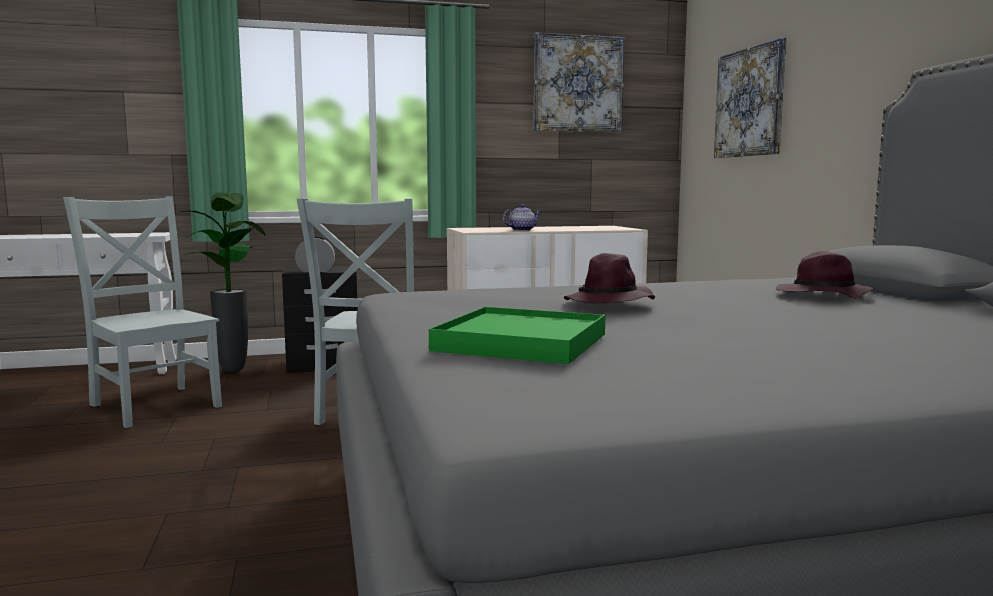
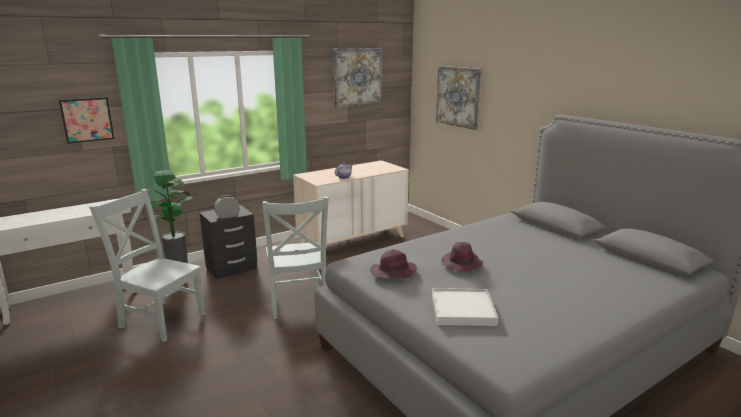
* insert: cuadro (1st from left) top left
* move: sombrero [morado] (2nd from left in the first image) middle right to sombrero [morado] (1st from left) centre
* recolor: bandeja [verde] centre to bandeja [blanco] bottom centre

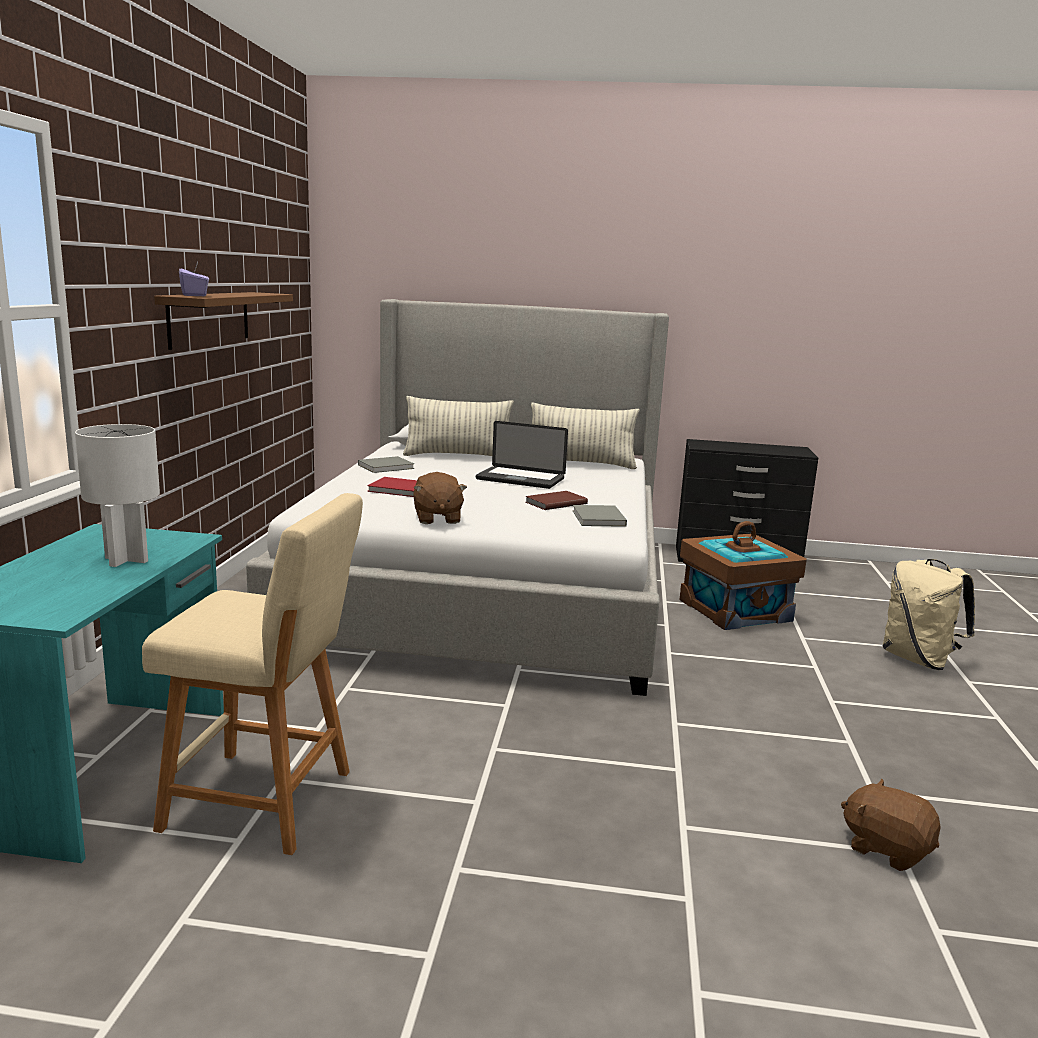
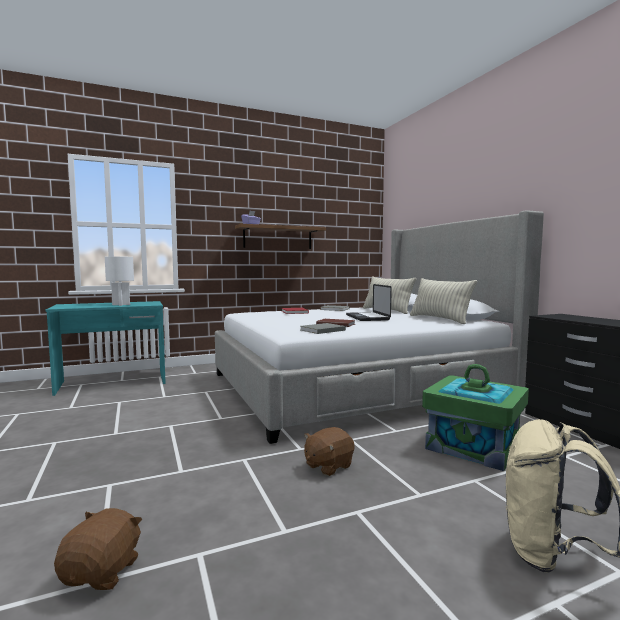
* move: peluche [marrón] (1st from left in the first image) centre to peluche [marrón] (2nd from left) bottom centre
* recolor: caja de almacenaje [marrón] middle right to caja de almacenaje [verde] bottom right
* delete: taburete [beis] middle left

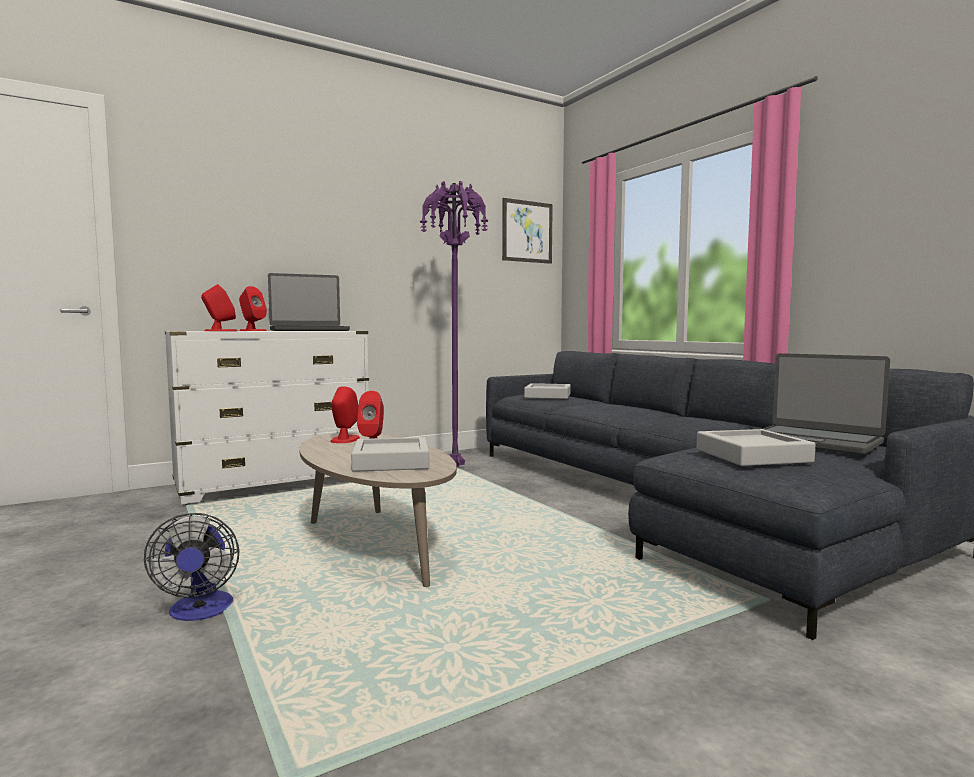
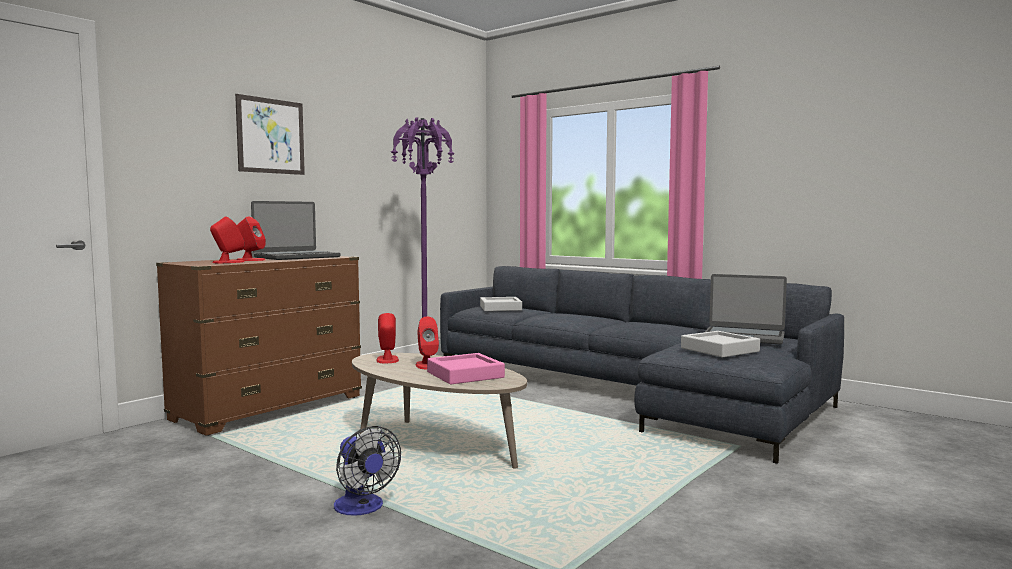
* recolor: cómoda [blanco] middle left to cómoda [marrón] middle left
* move: cuadro top centre to top left
* recolor: bandeja [gris] (1st from left) centre to bandeja [rosa] centre

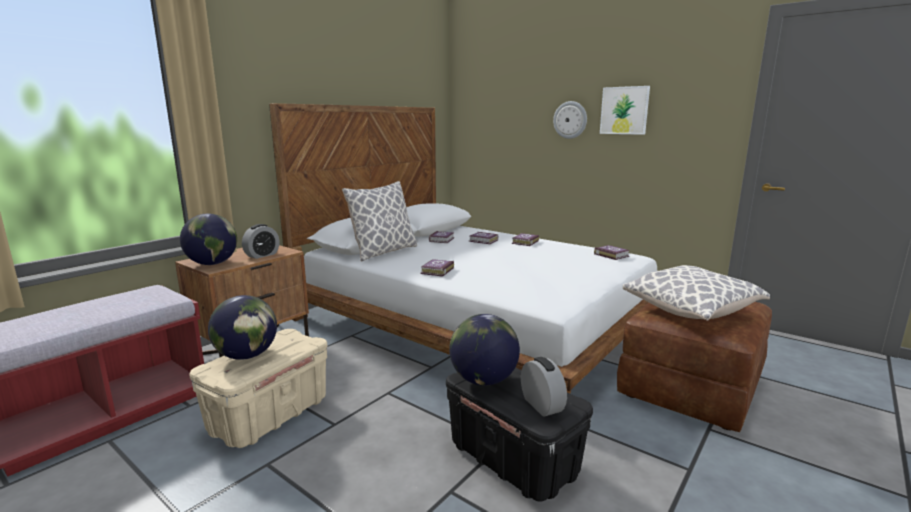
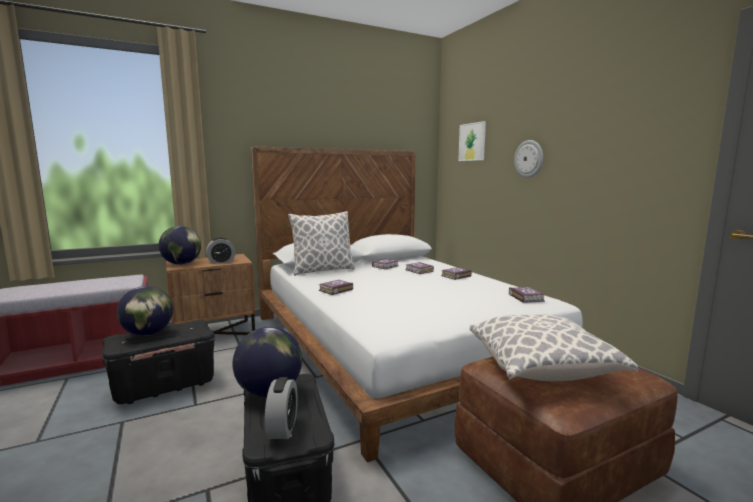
* recolor: caja de almacenaje [beis] bottom left to caja de almacenaje [negro] (1st from left) bottom left
* move: cuadro top right to top centre

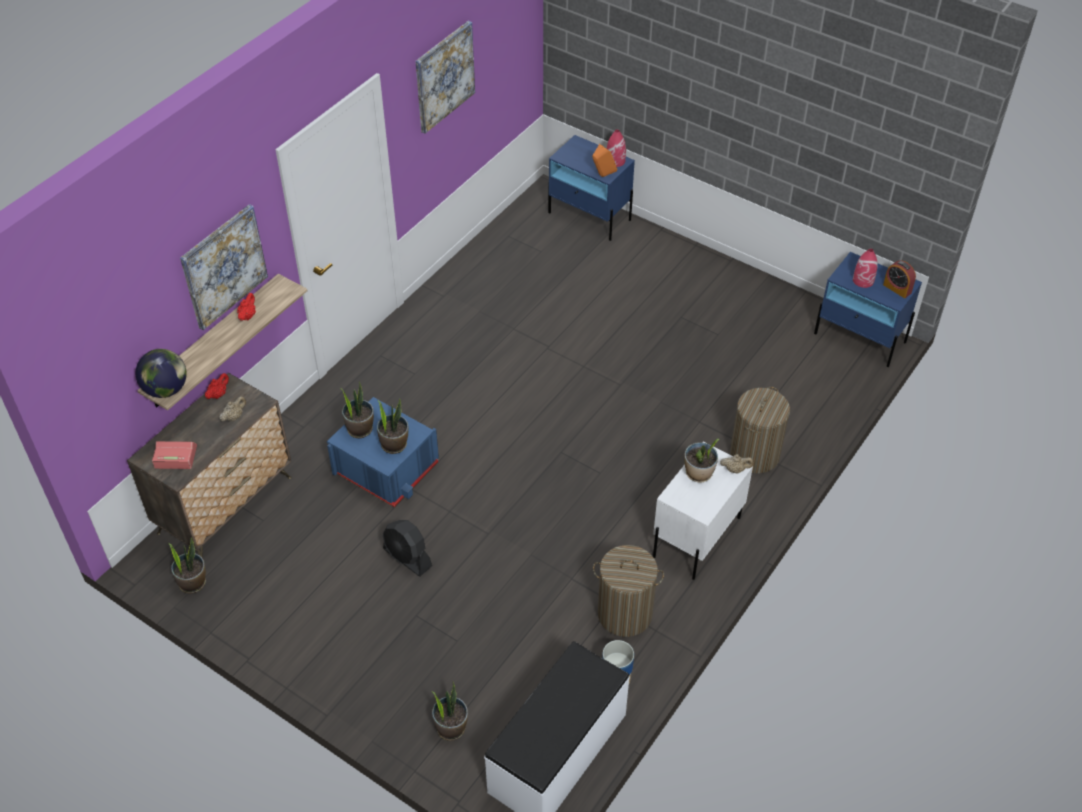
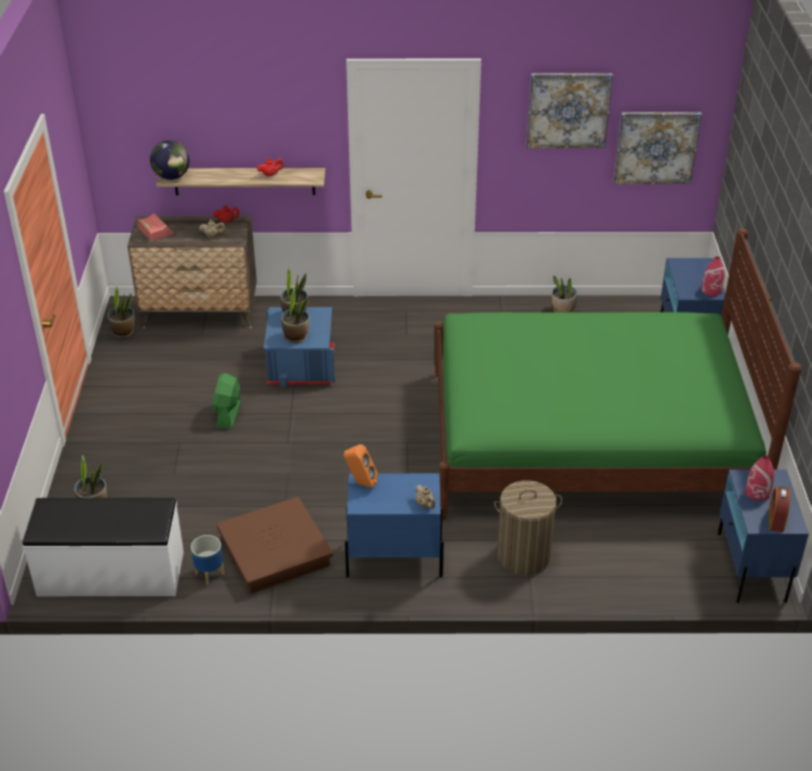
* recolor: ventilador [negro] bottom centre to ventilador [verde] middle left
* replace: cesto de la ropa (1st from left) bottom centre to caja de almacenaje [marrón] bottom centre
* move: altavoz [naranja] top centre to centre
* recolor: mesita de noche [blanco] centre to mesita de noche [azul] (1st from left) bottom centre
* insert: cama [verde] middle right
* move: planta en maceta (5th from left) centre to middle right
* move: cuadro (1st from left in the first image) top left to cuadro (2nd from left) top right

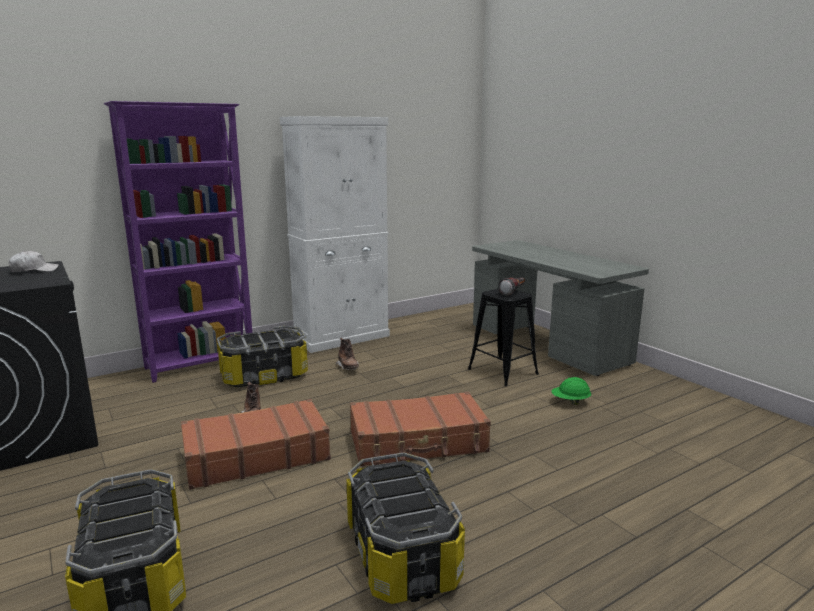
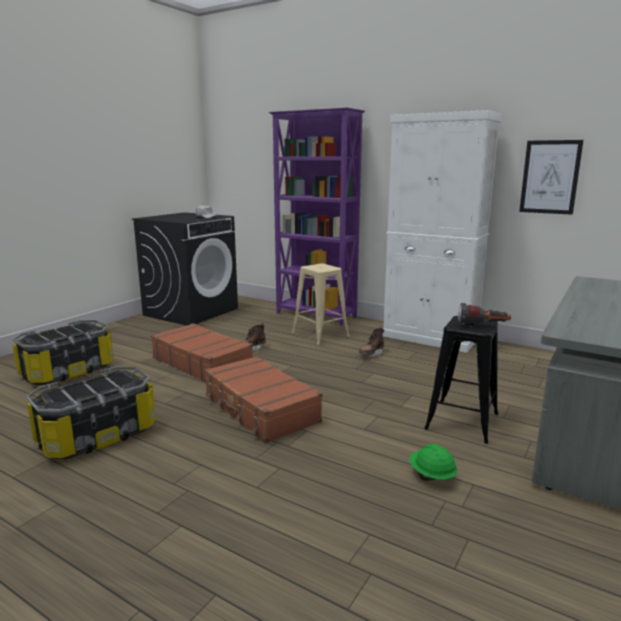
* replace: caja de almacenaje (2nd from left) middle left to taburete [beis] centre
* insert: cuadro top right

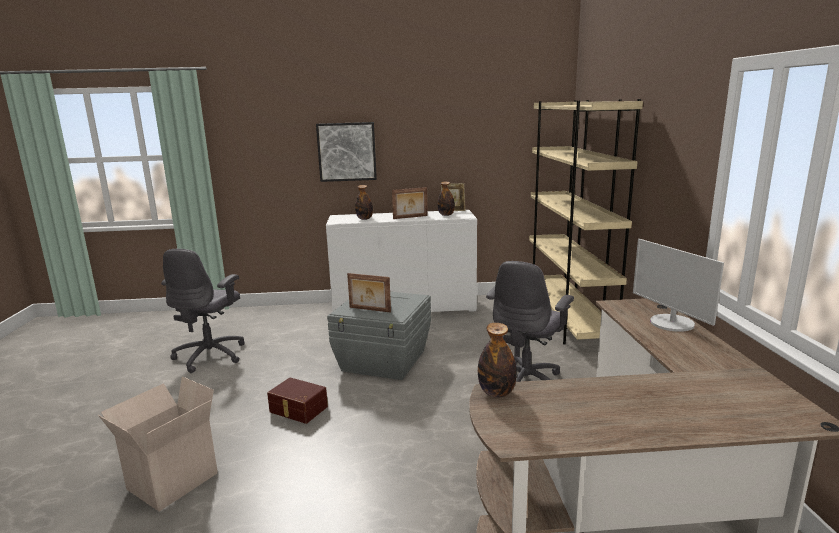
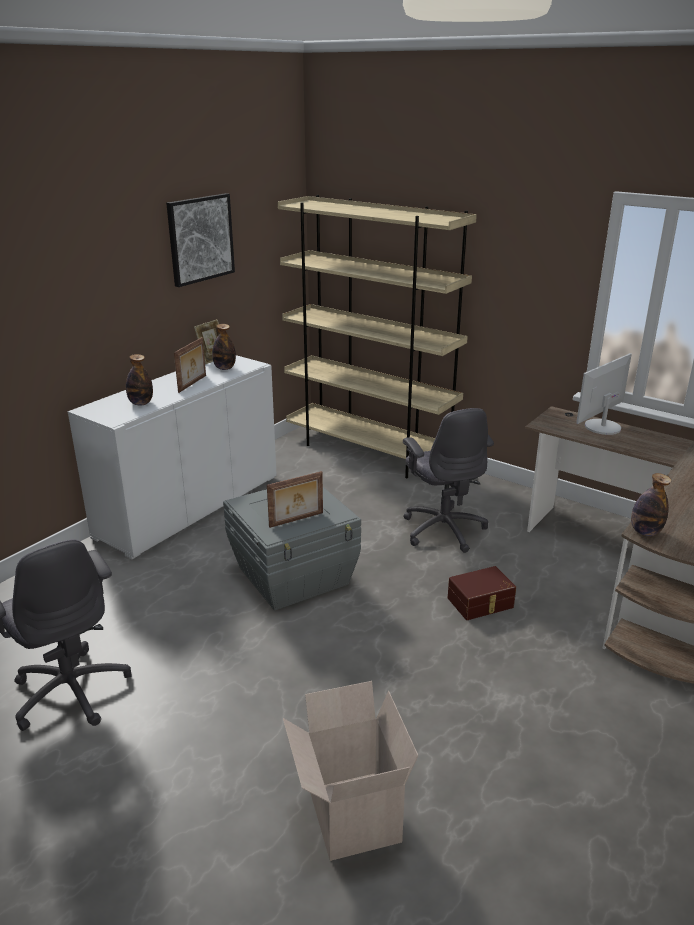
* move: cuadro top centre to top left
* move: caja de almacenaje [marrón] bottom centre to middle right
* rotate: monitor middle right = middle right 120 degrees clockwise

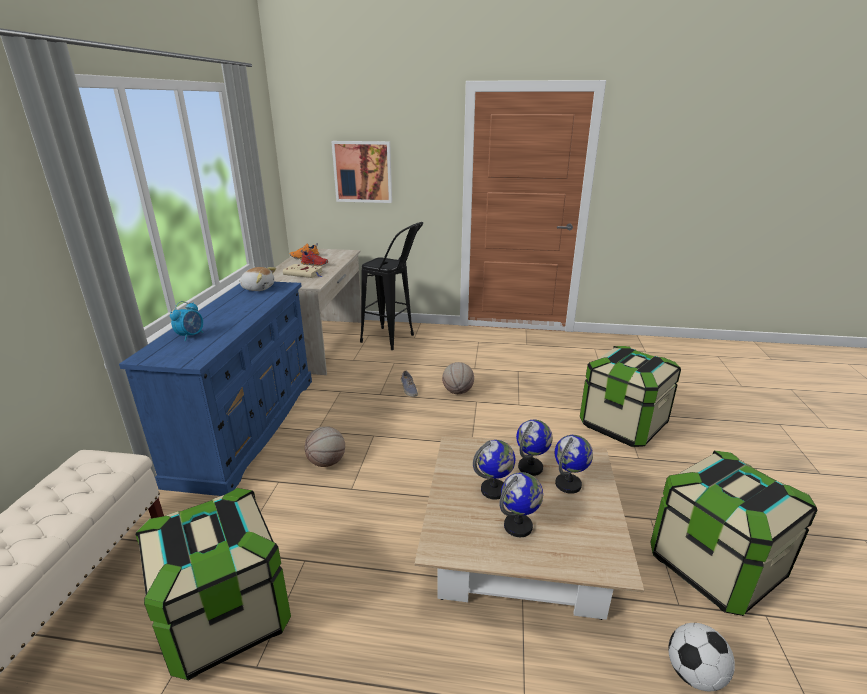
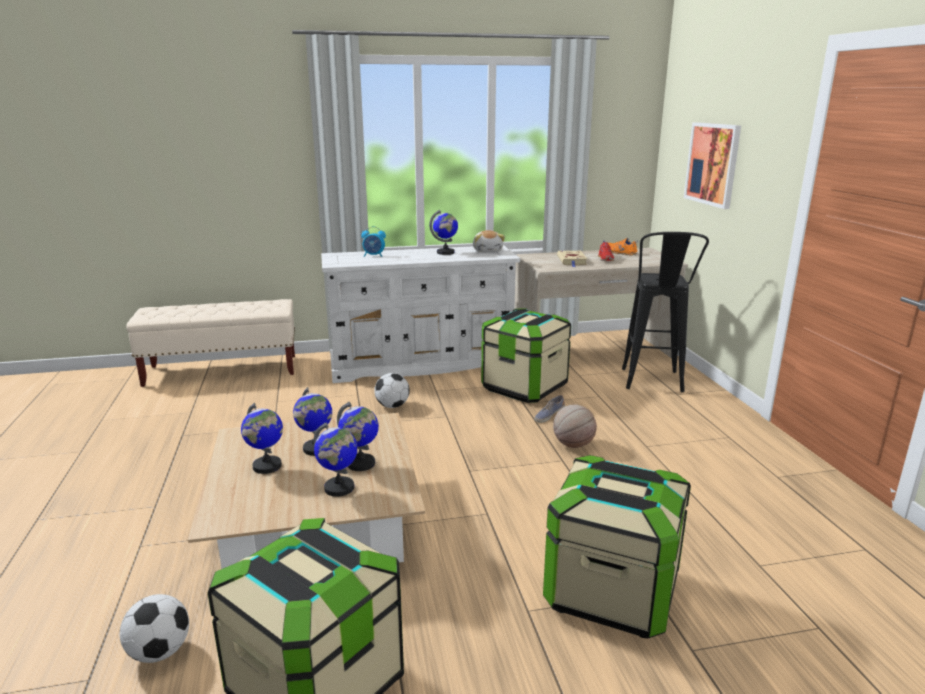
* recolor: cómoda [azul] middle left to cómoda [blanco] centre
* replace: balón de baloncesto (1st from left) centre to balón de fútbol (2nd from left) centre
* insert: globo terráqueo (5th from left) centre
* move: caja de almacenaje (1st from left in the first image) bottom left to caja de almacenaje (2nd from left) centre

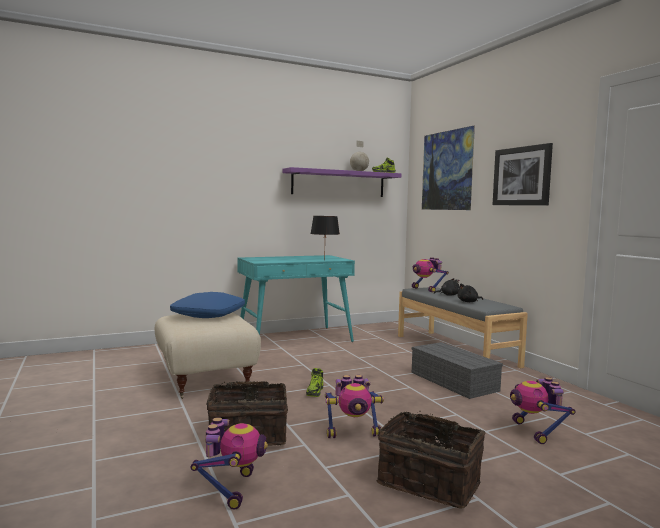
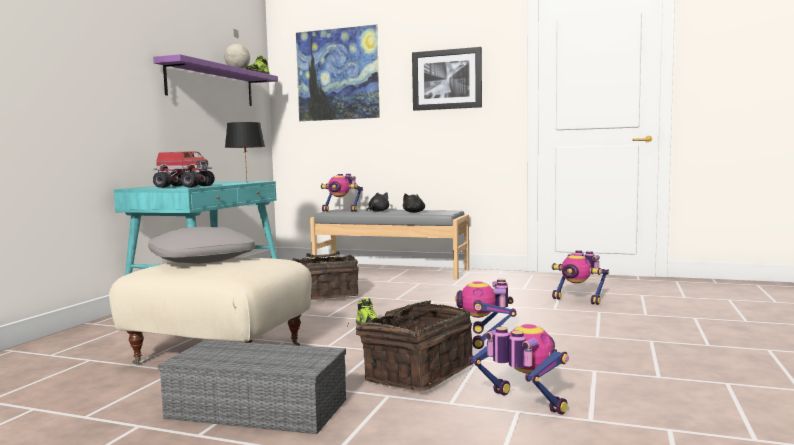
* recolor: cojín [azul] middle left to cojín [gris] middle left
* insert: camión de juguete middle left
* move: caja de almacenaje [gris] bottom right to bottom left
* move: cesta (2nd from left in the first image) bottom centre to cesta (1st from left) centre
* rotate: robot de juguete (2nd from left) bottom centre = bottom centre 150 degrees clockwise

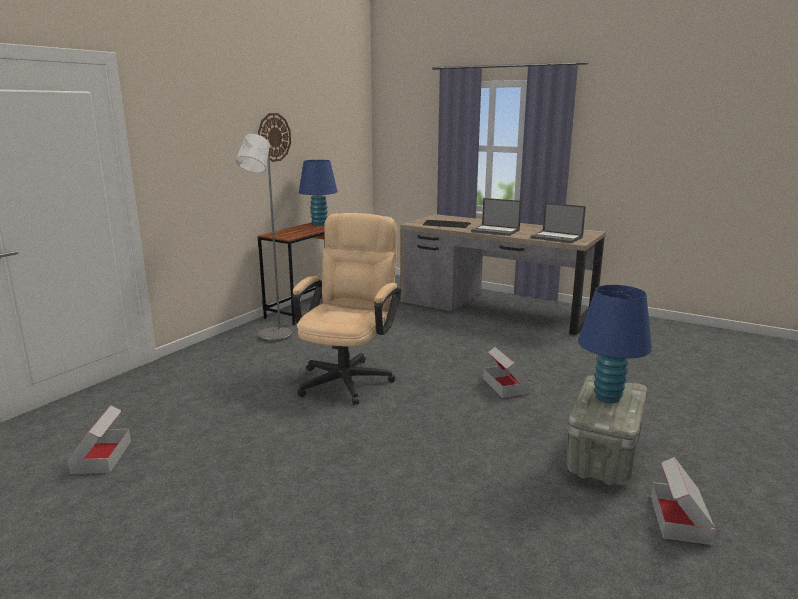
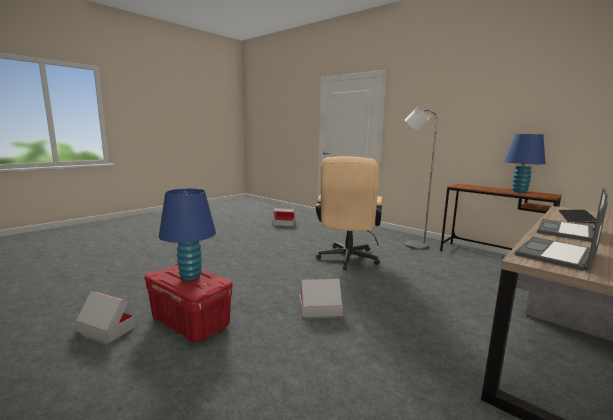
* recolor: caja de almacenaje [gris] bottom right to caja de almacenaje [rojo] bottom left
* rotate: silla de oficina [beis] centre = centre 75 degrees clockwise
* delete: reloj de pared top centre

